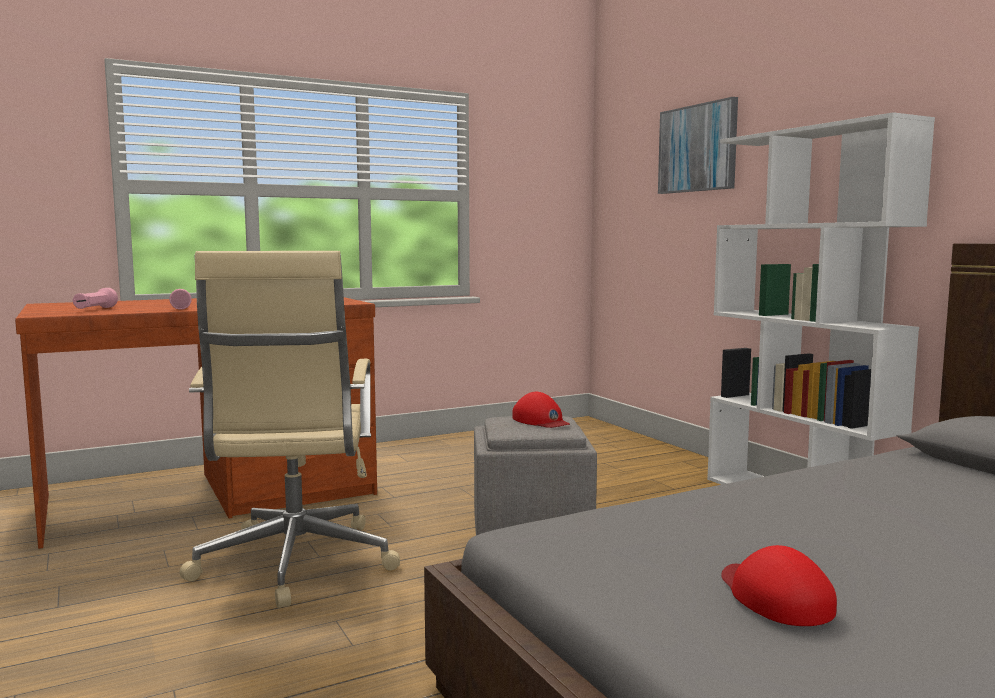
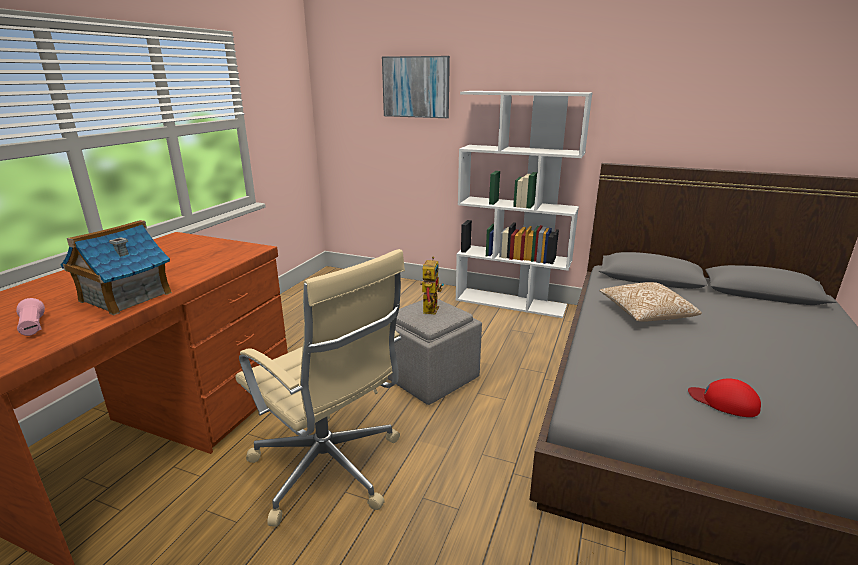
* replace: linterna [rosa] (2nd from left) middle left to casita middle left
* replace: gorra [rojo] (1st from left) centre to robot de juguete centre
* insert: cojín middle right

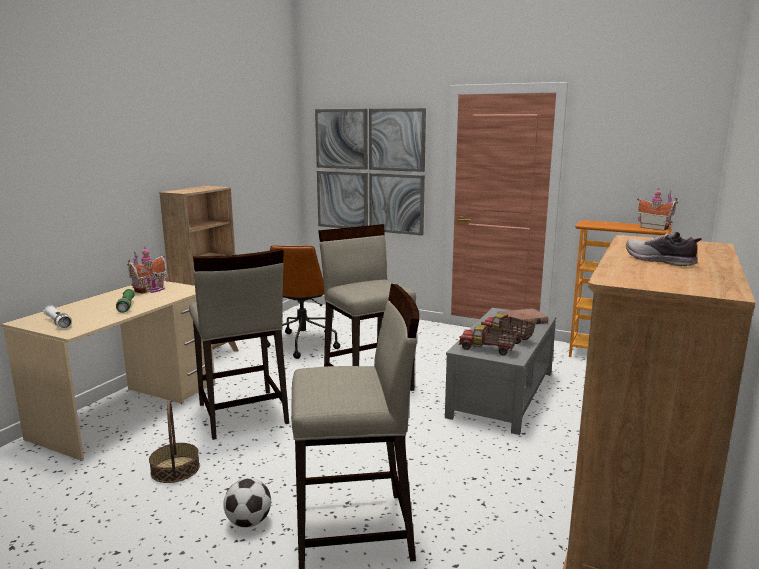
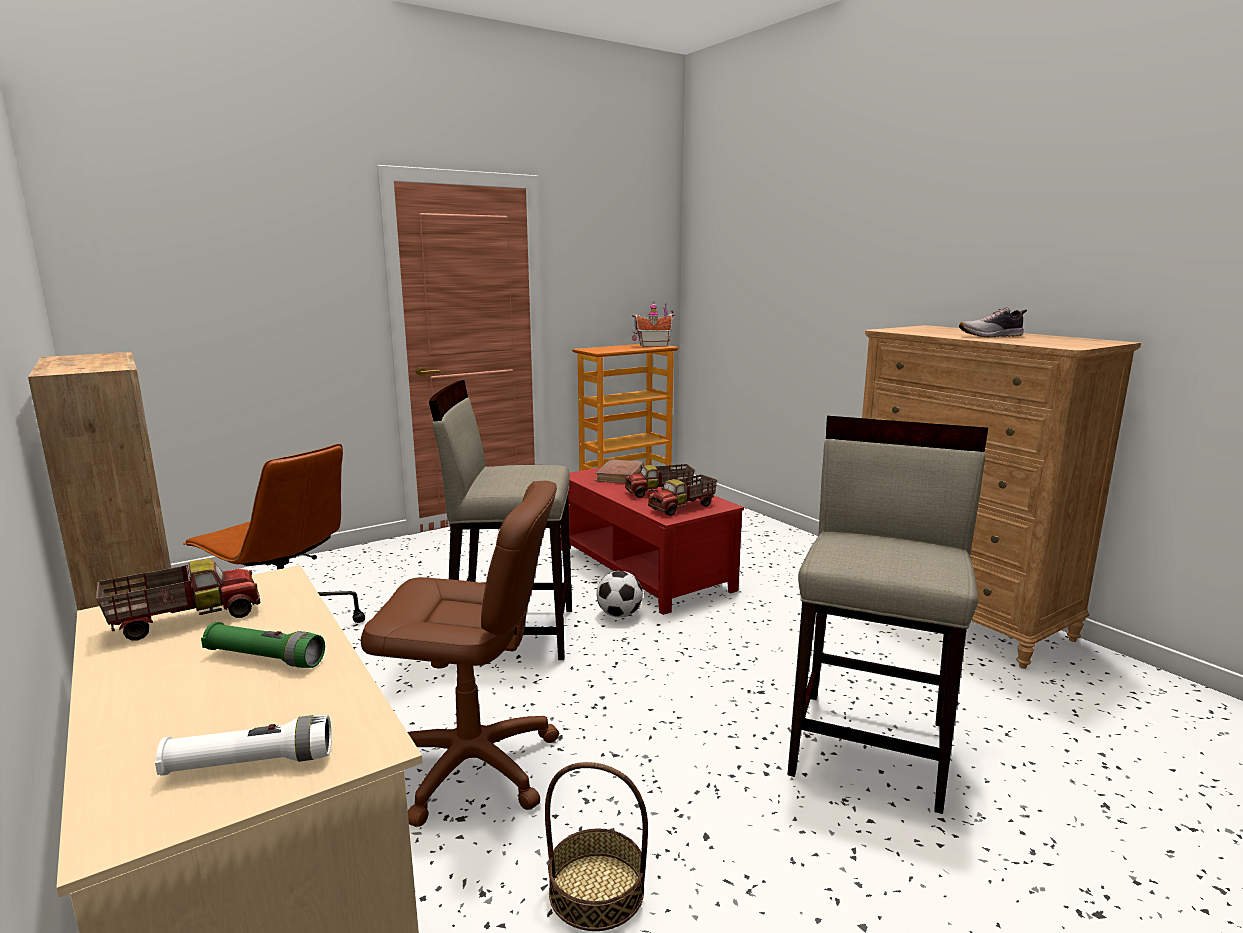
* replace: casita (1st from left) middle left to camión de juguete (1st from left) middle left
* replace: taburete [beis] (1st from left) middle left to silla de oficina [marrón] (2nd from left) bottom centre
* recolor: mesa de centro [gris] centre to mesa de centro [rojo] centre
* move: balón de fútbol bottom left to centre
* delete: cuadro top centre

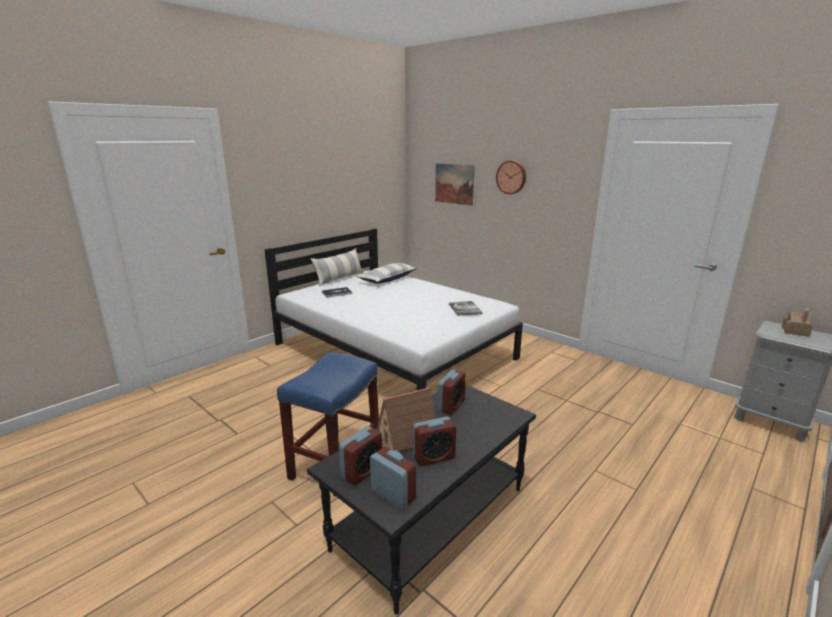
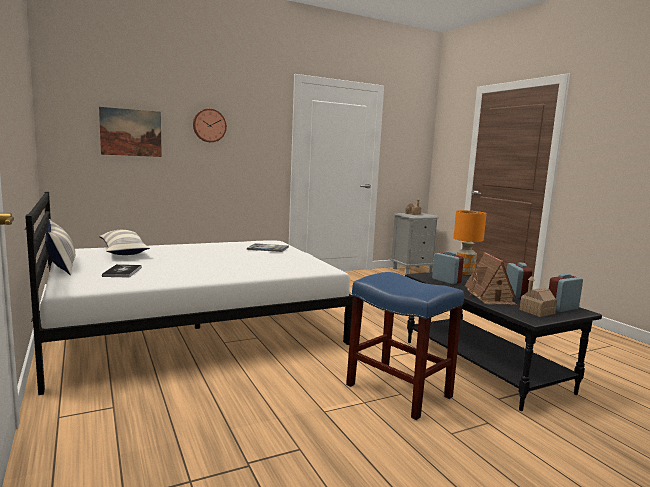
* insert: lámpara de mesa [naranja] middle right
* replace: despertador (1st from left) bottom centre to casita (3rd from left) middle right

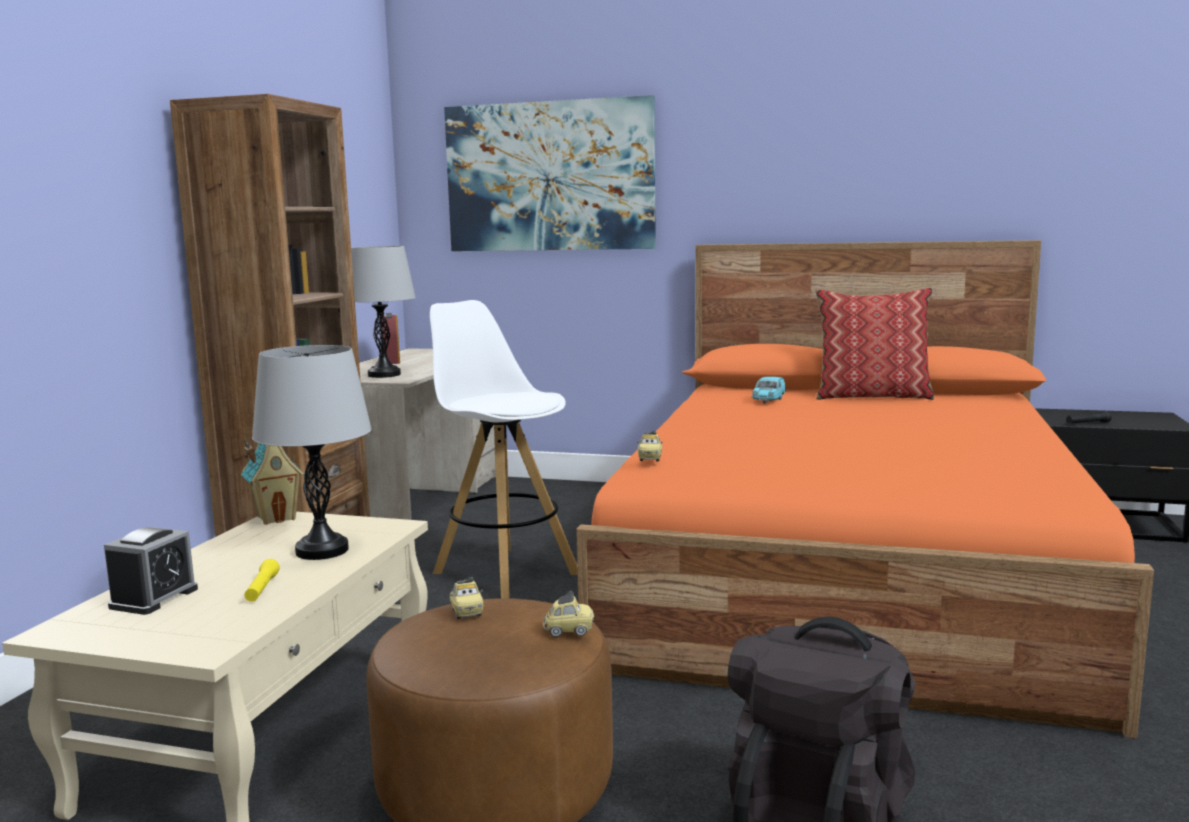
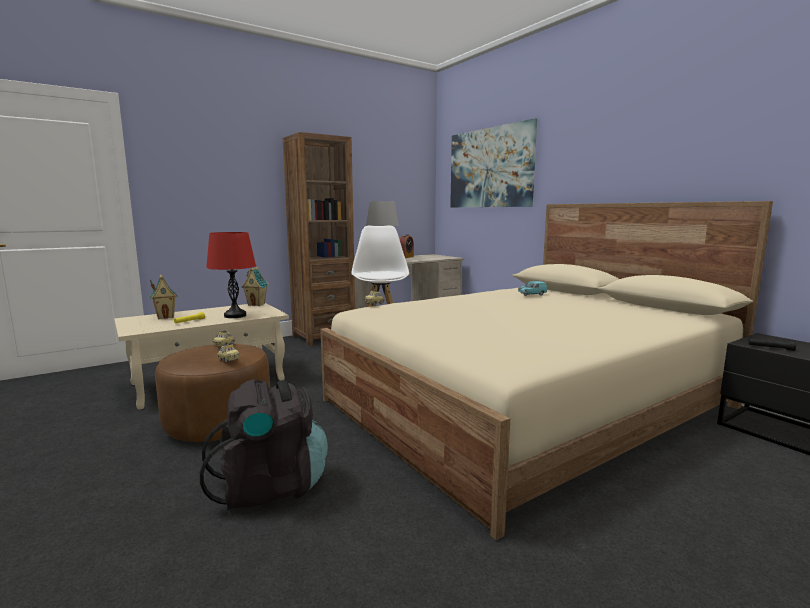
* replace: despertador (1st from left) bottom left to casita (1st from left) middle left
* recolor: lámpara de mesa [gris] (1st from left) middle left to lámpara de mesa [rojo] middle left
* recolor: cama [naranja] middle right to cama [beis] middle right
* delete: cojín middle right

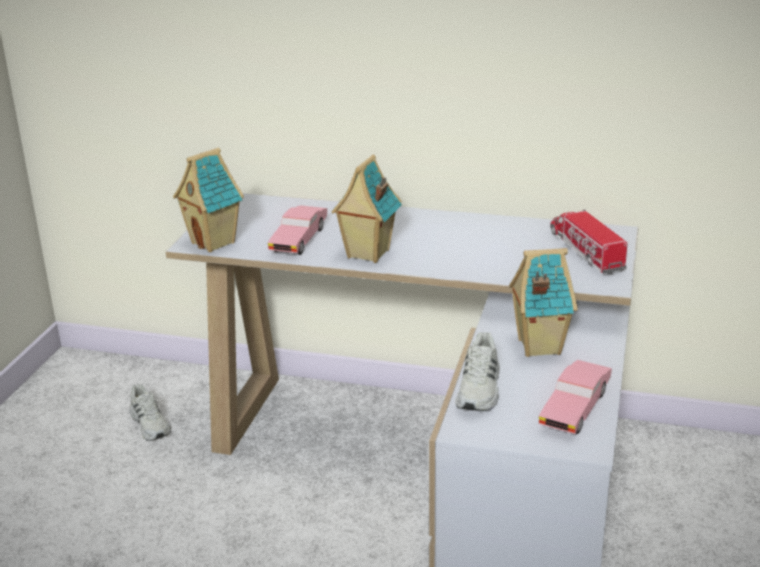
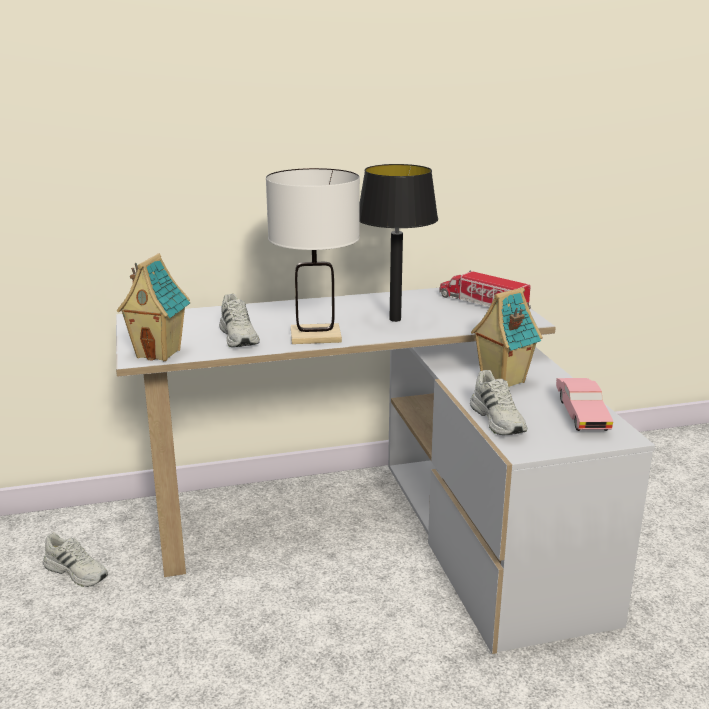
* replace: coche de juguete [rosa] (1st from left) centre to zapato [blanco] (2nd from left) centre
* replace: casita (2nd from left) centre to lámpara de mesa [blanco] centre
* insert: lámpara de mesa [negro] centre

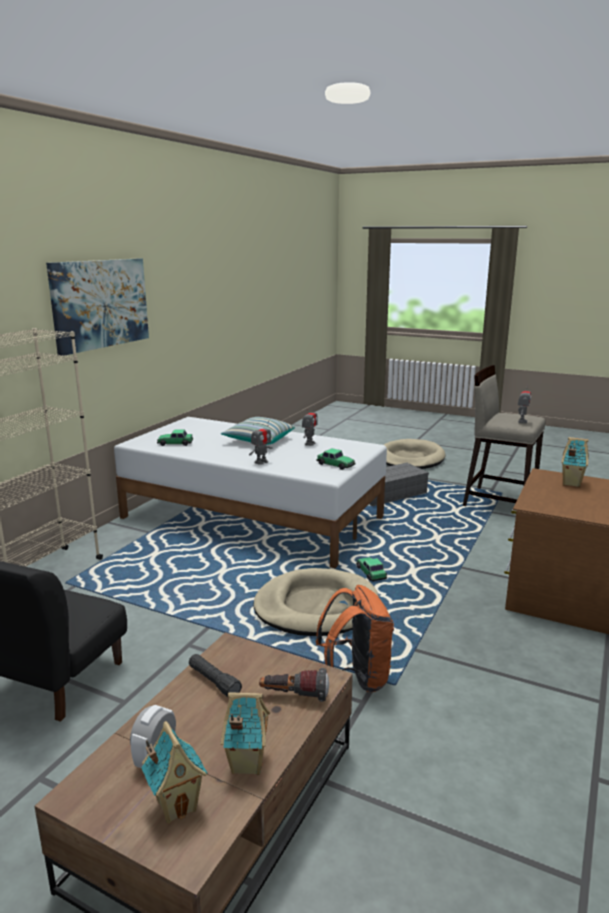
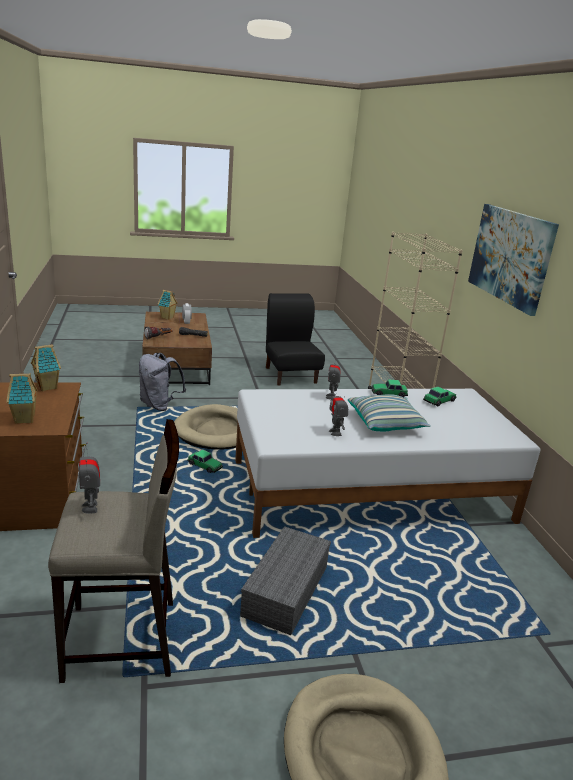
* move: casita (2nd from left) bottom centre to middle left
* recolor: mochila [naranja] bottom centre to mochila [gris] middle left
* move: coche de juguete (2nd from left) centre to middle right

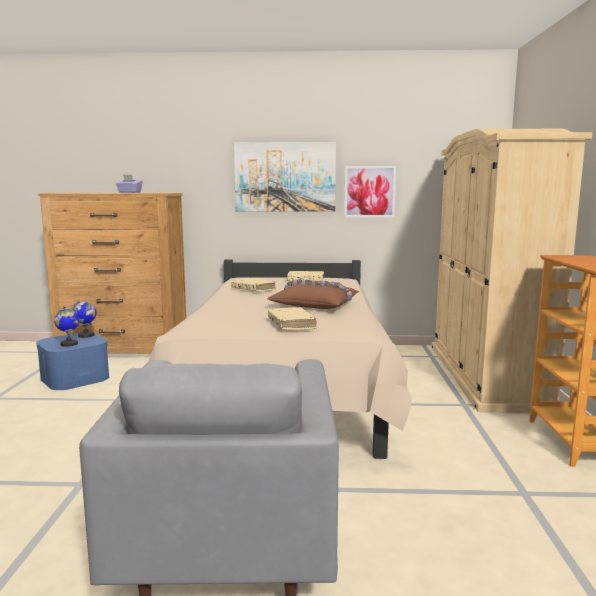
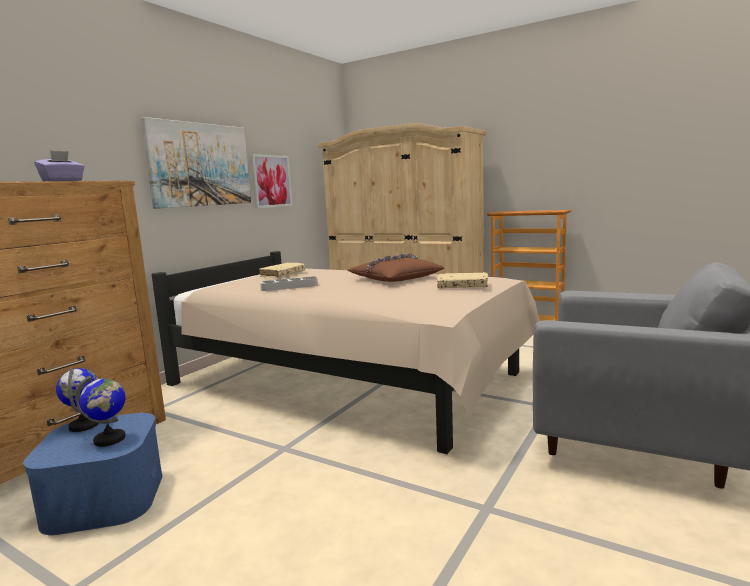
* replace: libro [beis] (1st from left) centre to bandeja [gris] centre

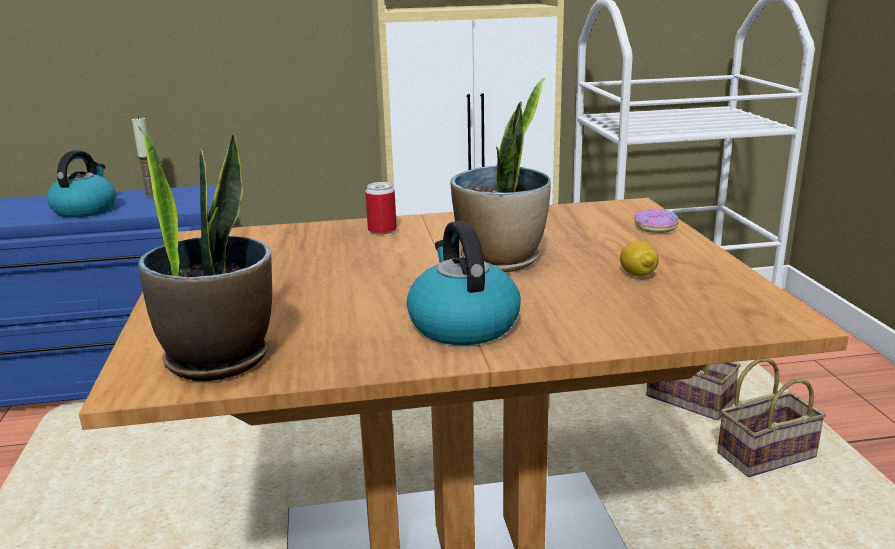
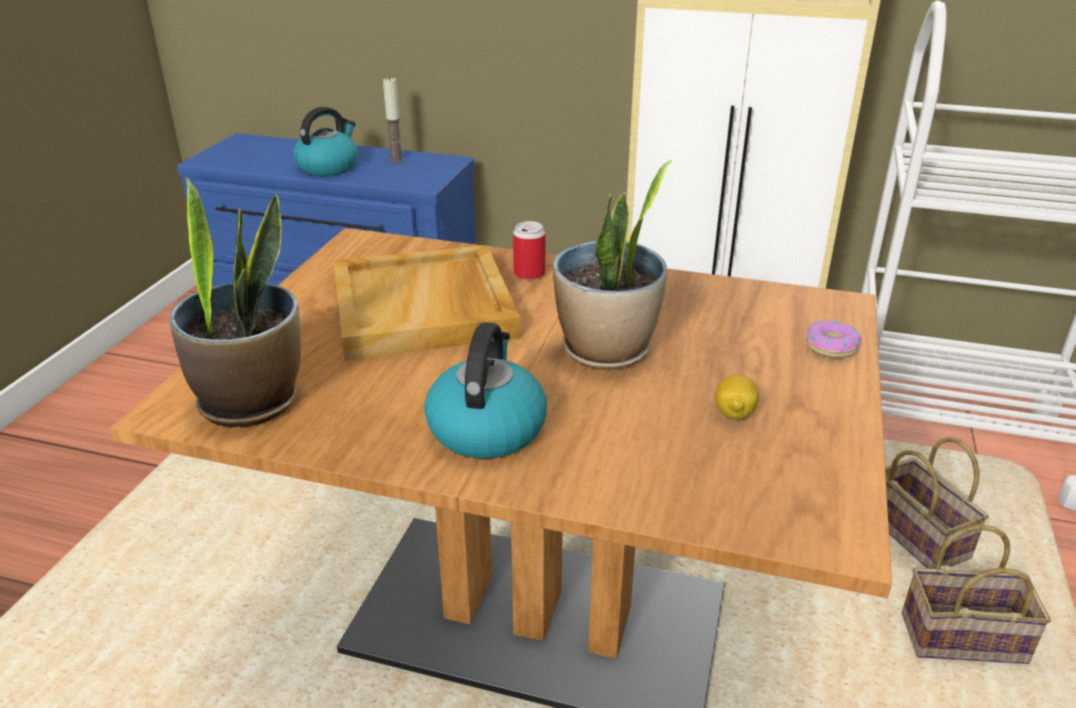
* insert: bandeja [beis] centre

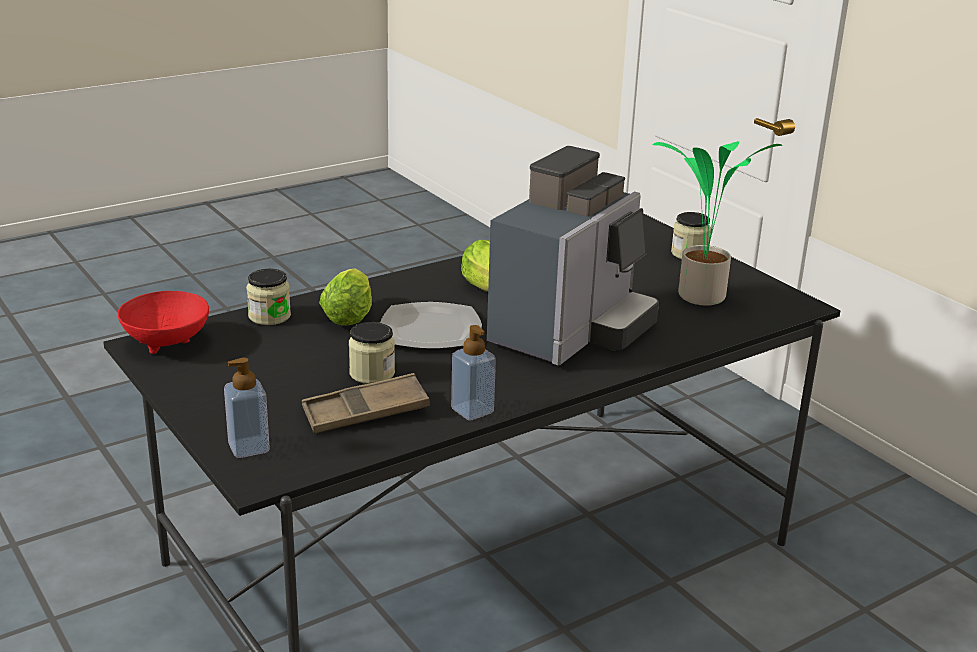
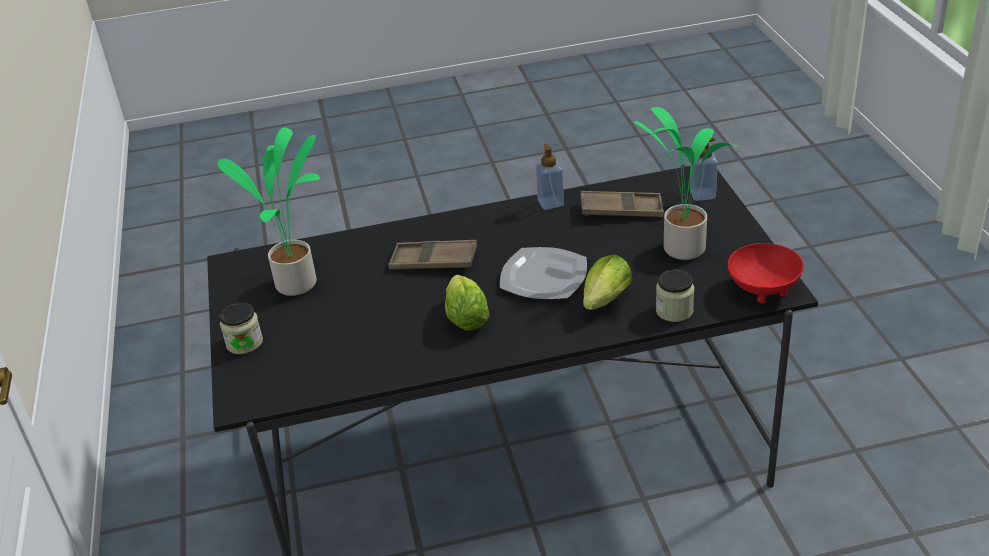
* replace: cafetera centre to bandeja [marrón] (1st from left) centre
* insert: planta en maceta (2nd from left) top right
* delete: tarro (2nd from left) centre

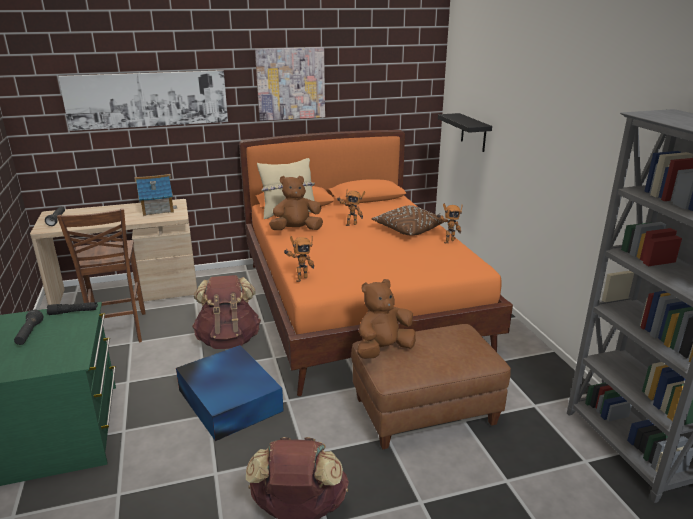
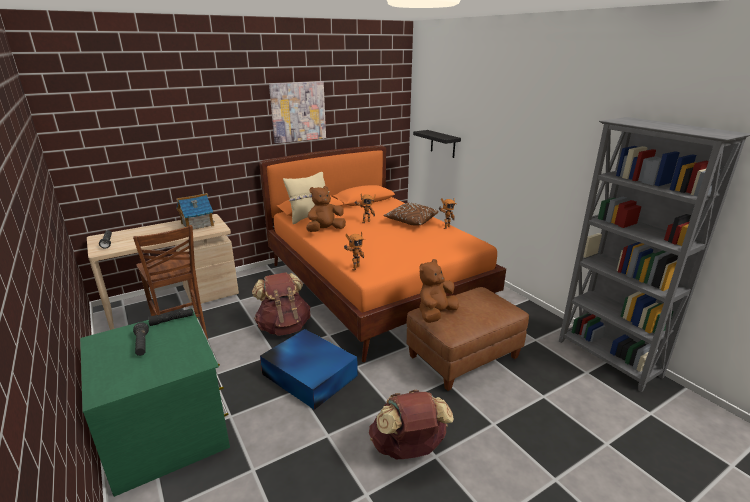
* delete: cuadro (1st from left) top left

